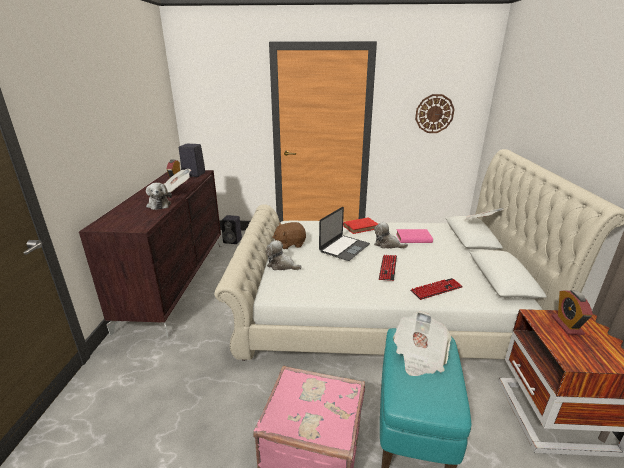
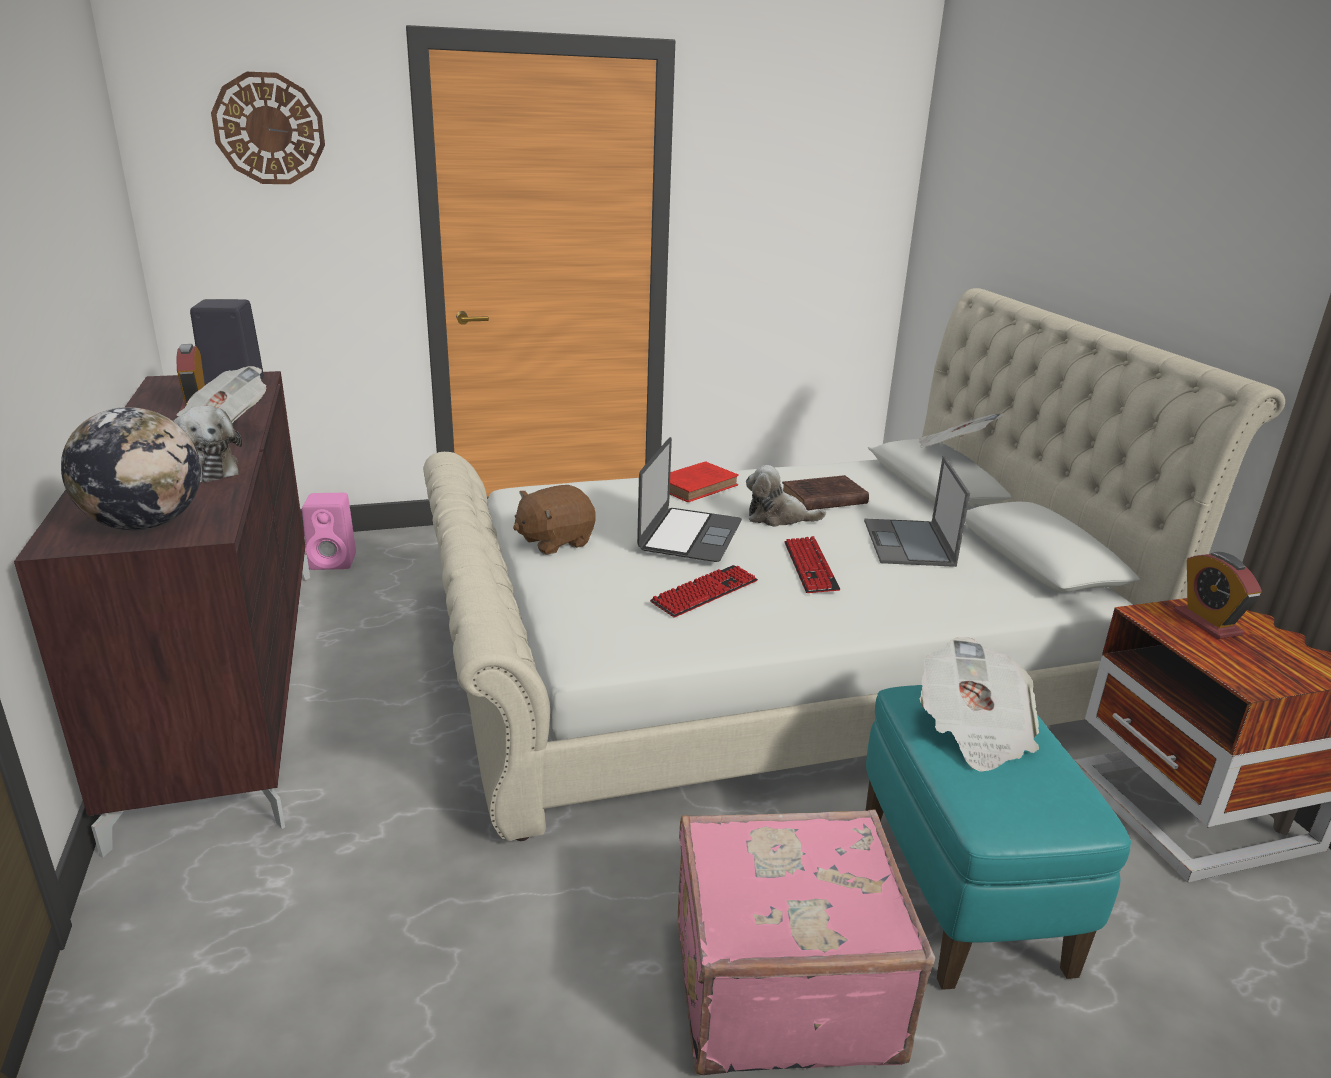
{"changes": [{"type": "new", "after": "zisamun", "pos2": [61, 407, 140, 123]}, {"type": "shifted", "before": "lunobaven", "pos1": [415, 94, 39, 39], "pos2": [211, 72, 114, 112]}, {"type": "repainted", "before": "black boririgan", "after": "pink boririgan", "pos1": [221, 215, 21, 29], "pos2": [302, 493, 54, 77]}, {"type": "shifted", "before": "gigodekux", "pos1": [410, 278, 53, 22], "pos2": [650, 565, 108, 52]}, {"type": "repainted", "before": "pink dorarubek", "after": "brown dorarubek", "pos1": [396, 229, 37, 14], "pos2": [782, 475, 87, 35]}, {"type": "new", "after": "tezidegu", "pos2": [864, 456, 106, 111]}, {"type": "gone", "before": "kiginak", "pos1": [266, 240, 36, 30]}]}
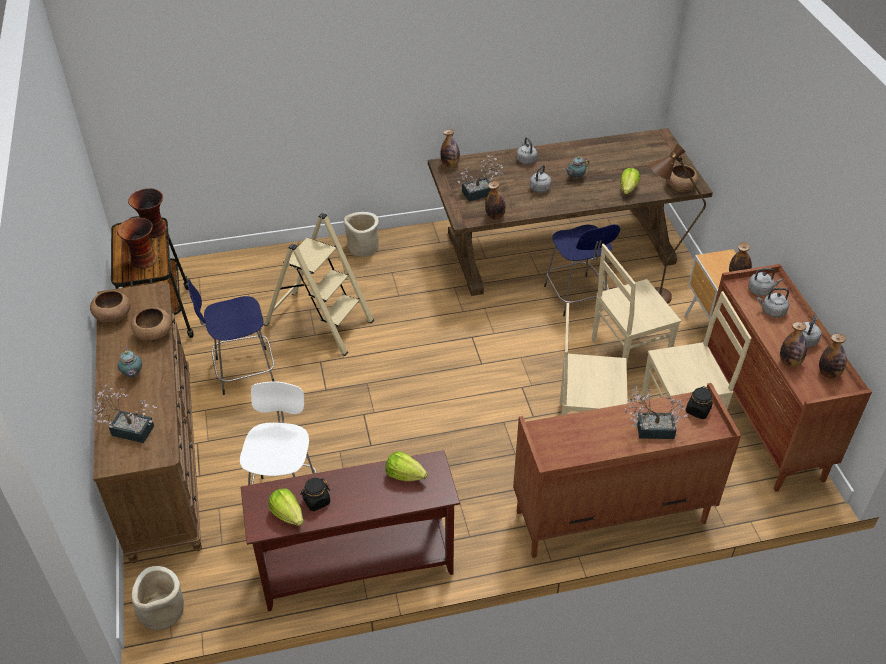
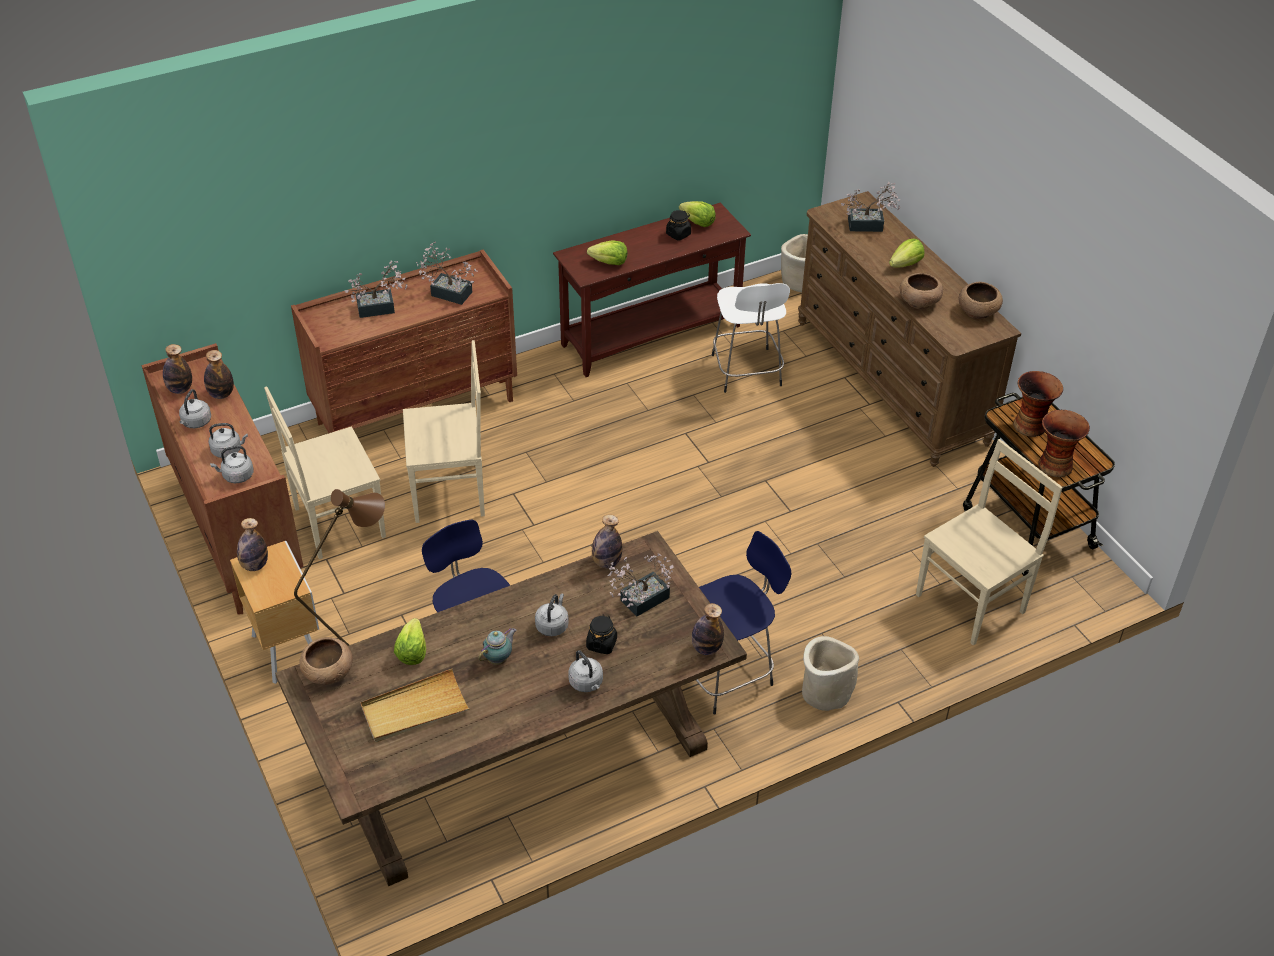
{"changes": [{"type": "new", "after": "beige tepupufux", "pos2": [360, 669, 110, 73]}, {"type": "new", "after": "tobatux", "pos2": [416, 242, 62, 63]}, {"type": "shifted", "before": "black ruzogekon", "pos1": [686, 386, 27, 33], "pos2": [586, 615, 31, 39]}, {"type": "shifted", "before": "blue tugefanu", "pos1": [188, 278, 86, 117], "pos2": [696, 531, 95, 184]}, {"type": "swapped", "before": "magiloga", "after": "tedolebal", "pos1": [118, 347, 24, 31], "pos2": [889, 239, 35, 29]}, {"type": "shifted", "before": "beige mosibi", "pos1": [592, 244, 89, 117], "pos2": [916, 439, 147, 207]}, {"type": "gone", "before": "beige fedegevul", "pos1": [264, 213, 110, 143]}]}
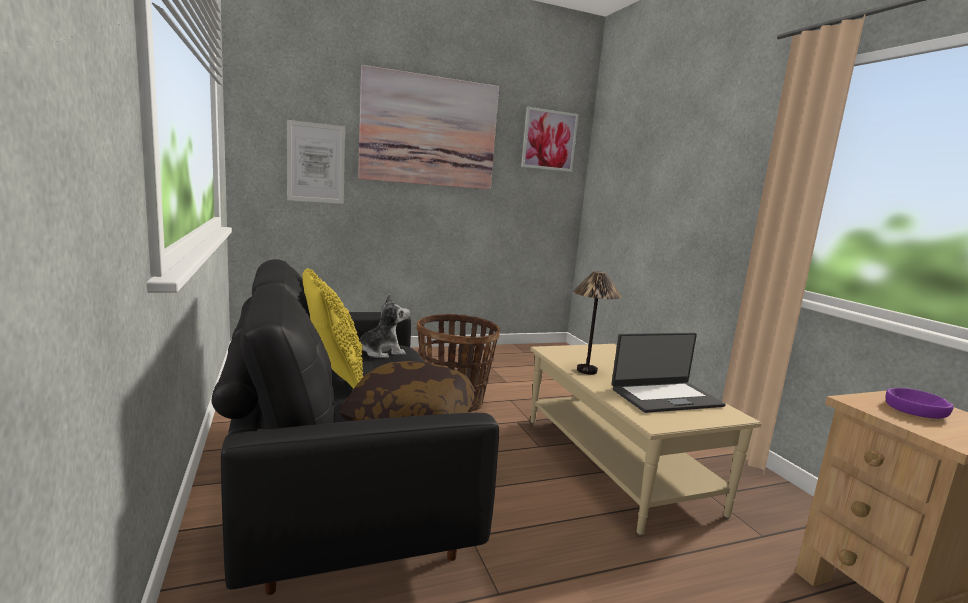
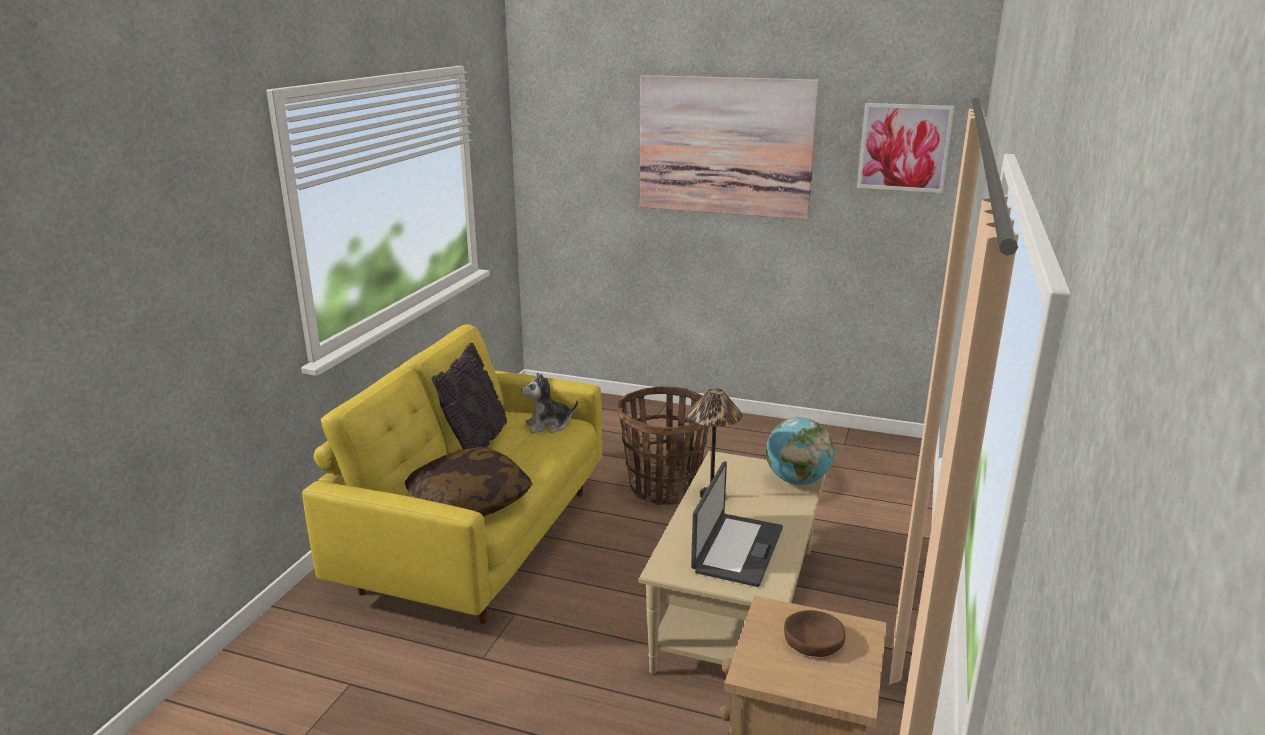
{"changes": [{"type": "repainted", "before": "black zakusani", "after": "yellow zakusani", "pos1": [212, 259, 287, 336], "pos2": [302, 324, 300, 300]}, {"type": "repainted", "before": "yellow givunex", "after": "black givunex", "pos1": [302, 268, 61, 121], "pos2": [431, 343, 76, 107]}, {"type": "rotated", "before": "kiginak", "pos1": [359, 294, 51, 64], "pos2": [521, 372, 57, 61], "turn": 150}, {"type": "rotated", "before": "tezidegu", "pos1": [611, 333, 115, 80], "pos2": [691, 461, 92, 126], "turn": -90}, {"type": "new", "after": "zisamun", "pos2": [766, 417, 68, 68]}, {"type": "repainted", "before": "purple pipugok", "after": "brown pipugok", "pos1": [886, 388, 68, 31], "pos2": [784, 610, 61, 47]}, {"type": "gone", "before": "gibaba", "pos1": [287, 120, 58, 84]}]}
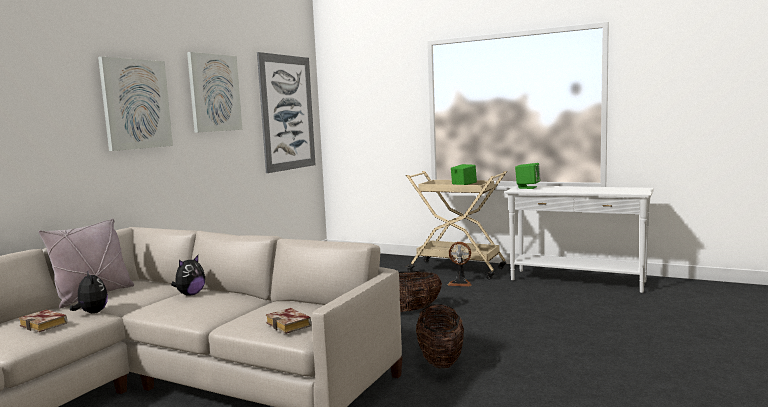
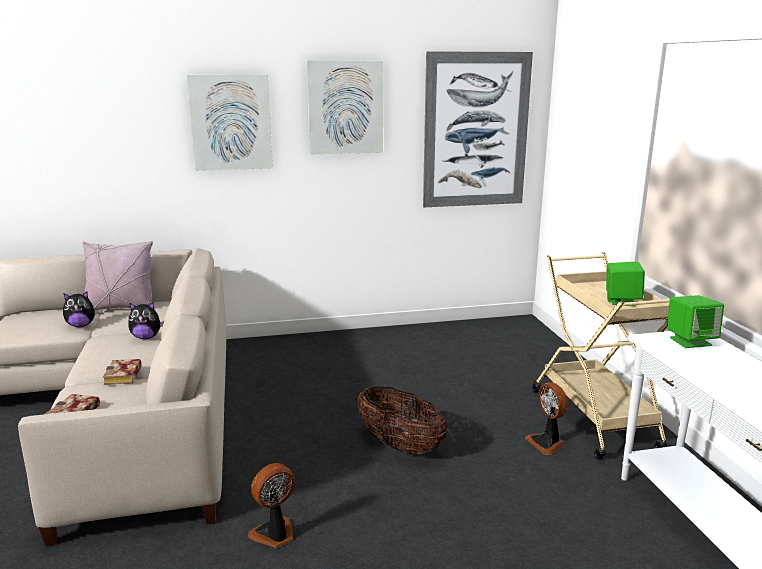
{"changes": [{"type": "rotated", "before": "kiginak", "pos1": [70, 272, 38, 41], "pos2": [63, 291, 35, 36], "turn": 60}, {"type": "shifted", "before": "dorarubek", "pos1": [19, 309, 48, 23], "pos2": [103, 359, 38, 26]}, {"type": "swapped", "before": "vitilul", "after": "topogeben", "pos1": [416, 304, 48, 64], "pos2": [248, 463, 47, 85]}]}
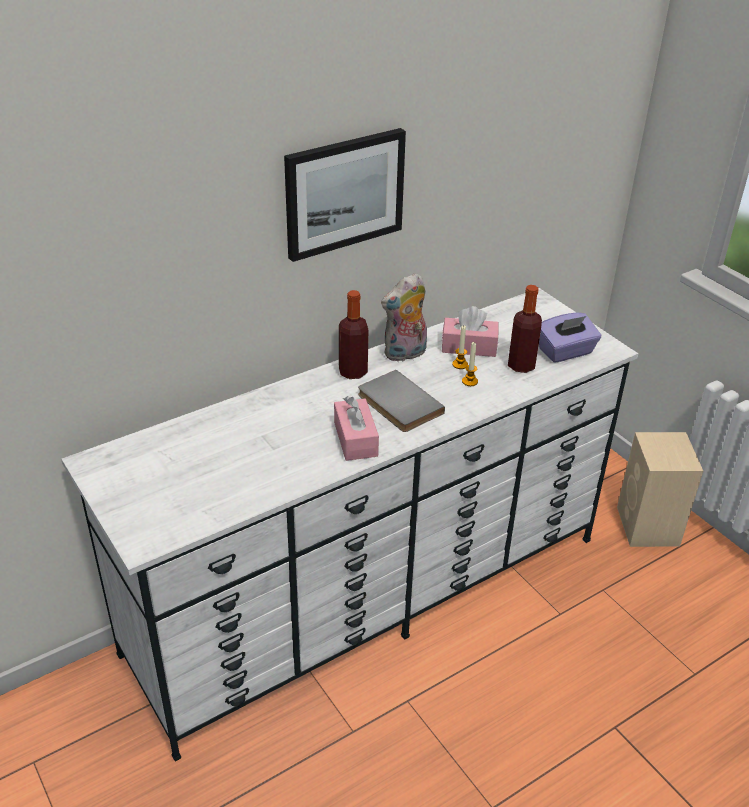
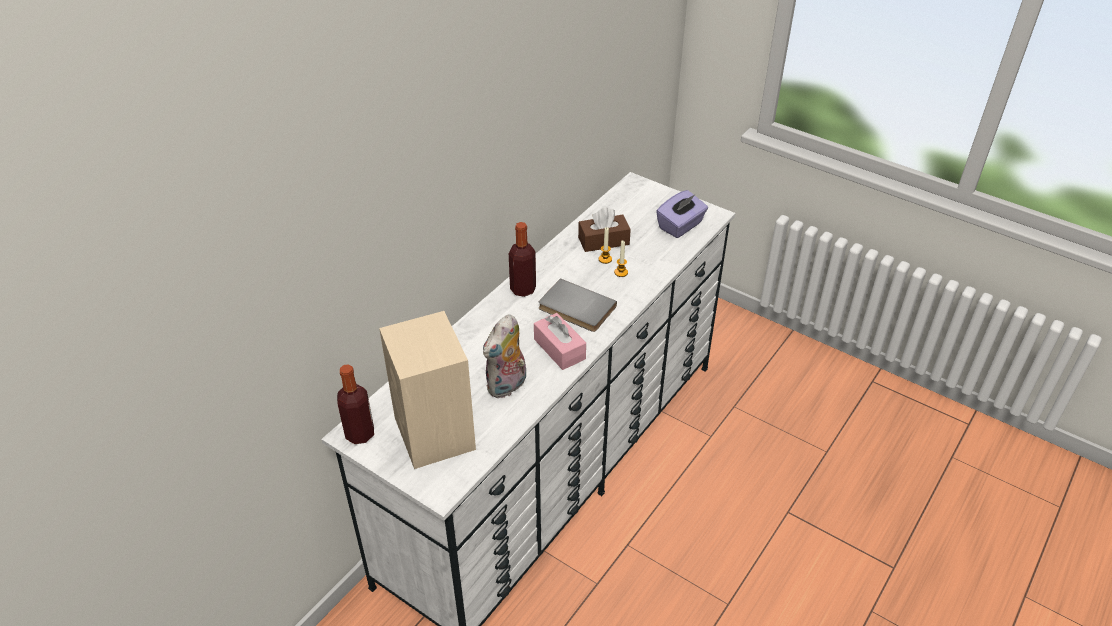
{"changes": [{"type": "shifted", "before": "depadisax", "pos1": [508, 285, 34, 88], "pos2": [337, 364, 37, 80]}, {"type": "shifted", "before": "beige boririgan", "pos1": [617, 432, 86, 115], "pos2": [379, 311, 97, 158]}, {"type": "shifted", "before": "kiginak", "pos1": [381, 273, 46, 89], "pos2": [483, 314, 43, 84]}, {"type": "repainted", "before": "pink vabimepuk", "after": "brown vabimepuk", "pos1": [442, 306, 57, 51], "pos2": [578, 207, 53, 45]}, {"type": "gone", "before": "gibaba", "pos1": [284, 128, 122, 134]}]}
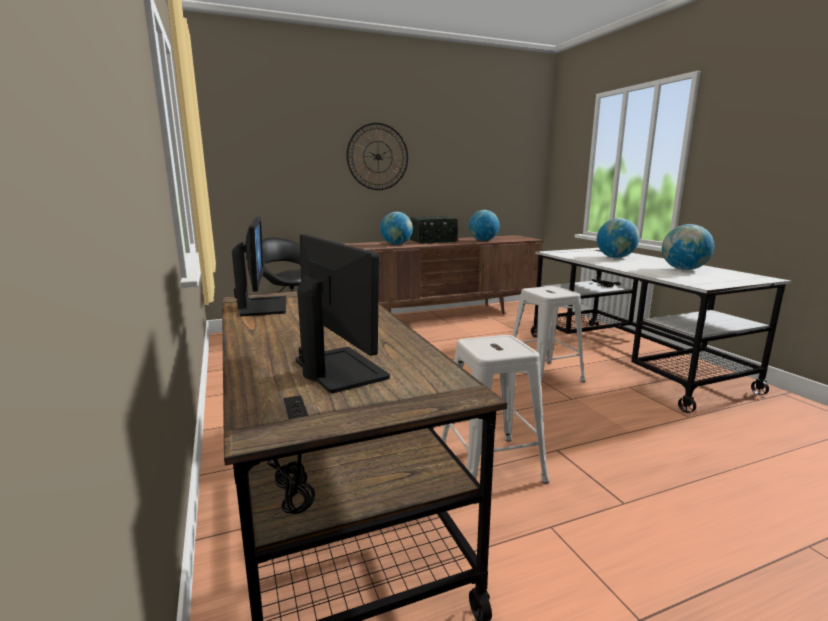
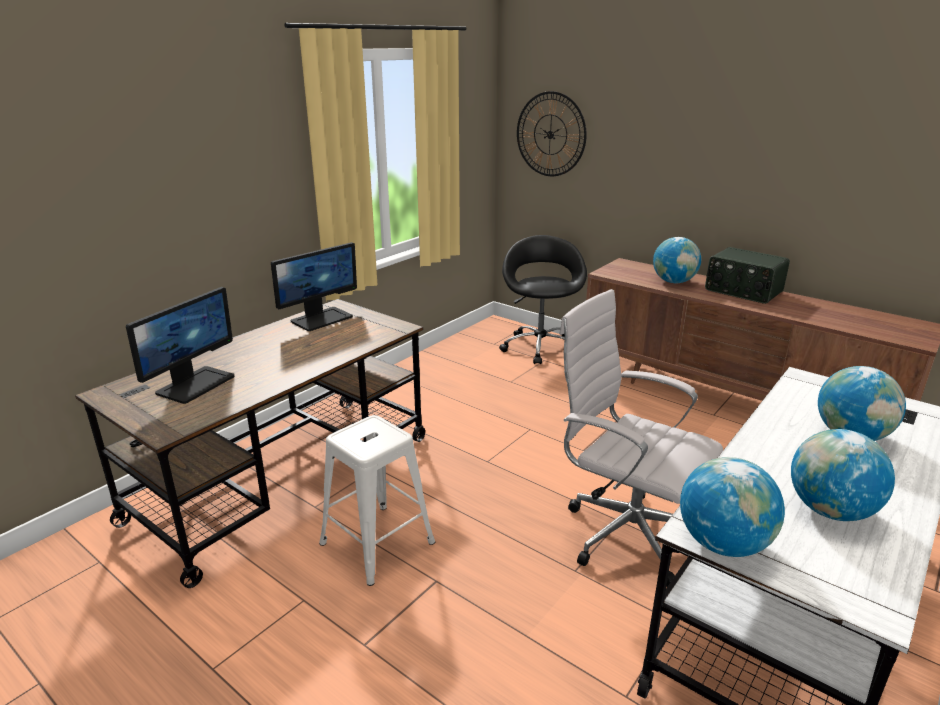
{"changes": [{"type": "shifted", "before": "lunobaven", "pos1": [347, 123, 61, 67], "pos2": [517, 91, 70, 85]}, {"type": "swapped", "before": "white tugefanu", "after": "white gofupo", "pos1": [513, 286, 73, 99], "pos2": [559, 289, 164, 298]}, {"type": "shifted", "before": "zisamun", "pos1": [468, 210, 31, 31], "pos2": [680, 457, 105, 100]}]}
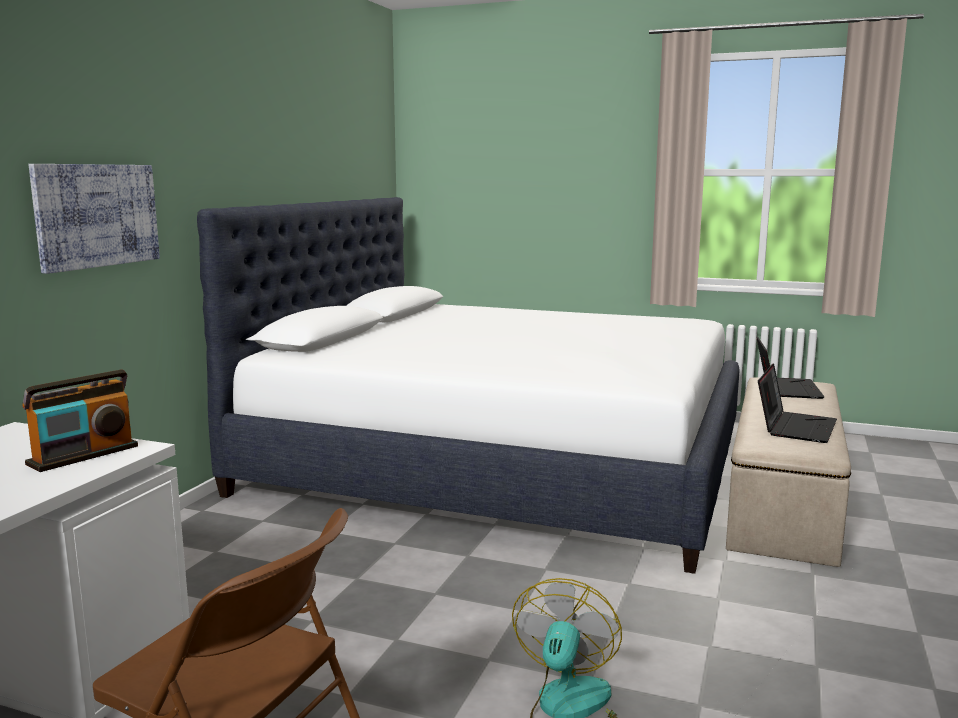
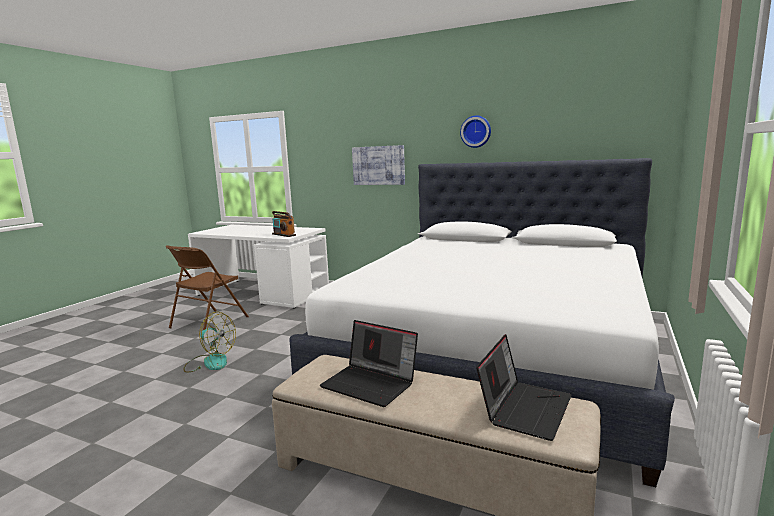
{"changes": [{"type": "new", "after": "lunobaven", "pos2": [460, 115, 31, 33]}, {"type": "rotated", "before": "tezidegu", "pos1": [756, 336, 68, 63], "pos2": [476, 334, 95, 107], "turn": -75}]}
